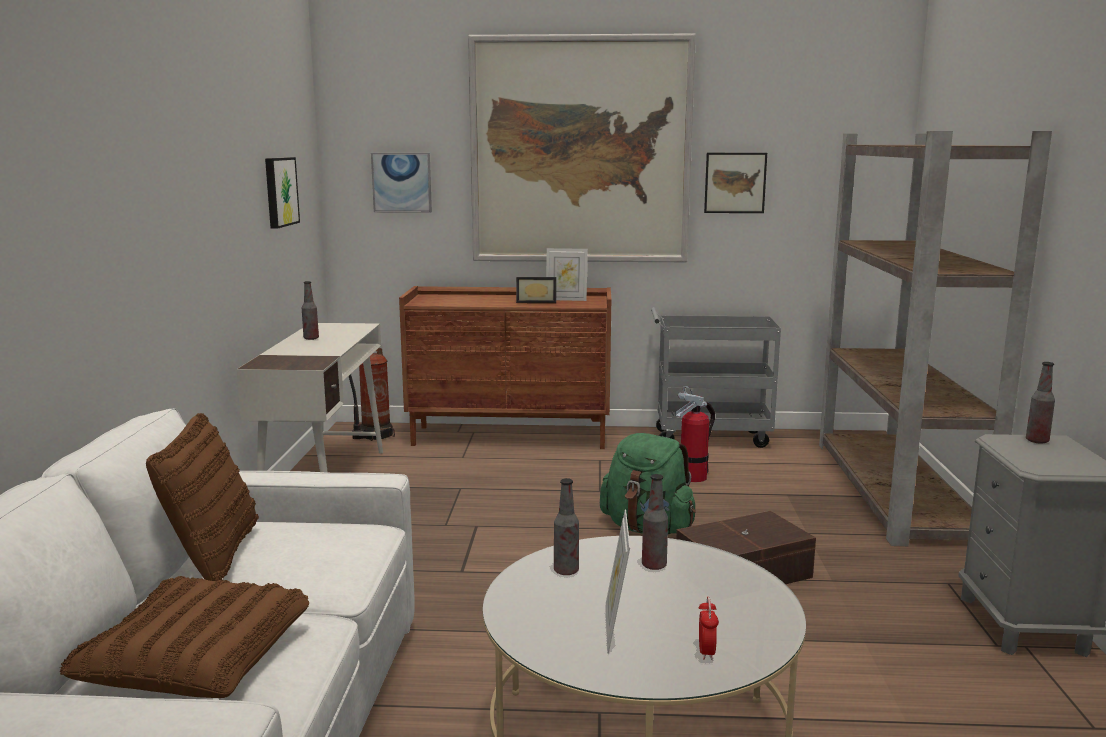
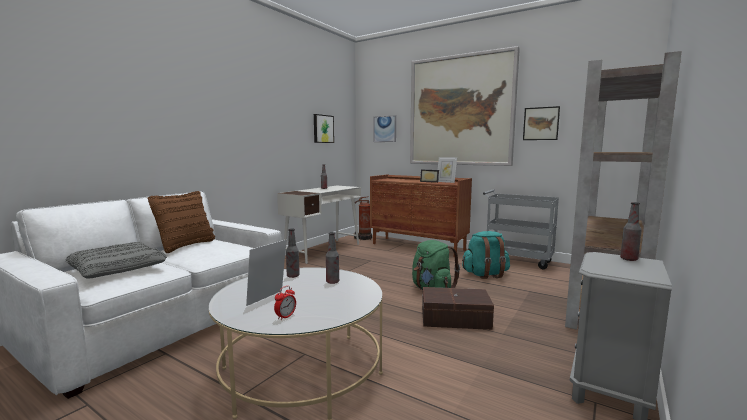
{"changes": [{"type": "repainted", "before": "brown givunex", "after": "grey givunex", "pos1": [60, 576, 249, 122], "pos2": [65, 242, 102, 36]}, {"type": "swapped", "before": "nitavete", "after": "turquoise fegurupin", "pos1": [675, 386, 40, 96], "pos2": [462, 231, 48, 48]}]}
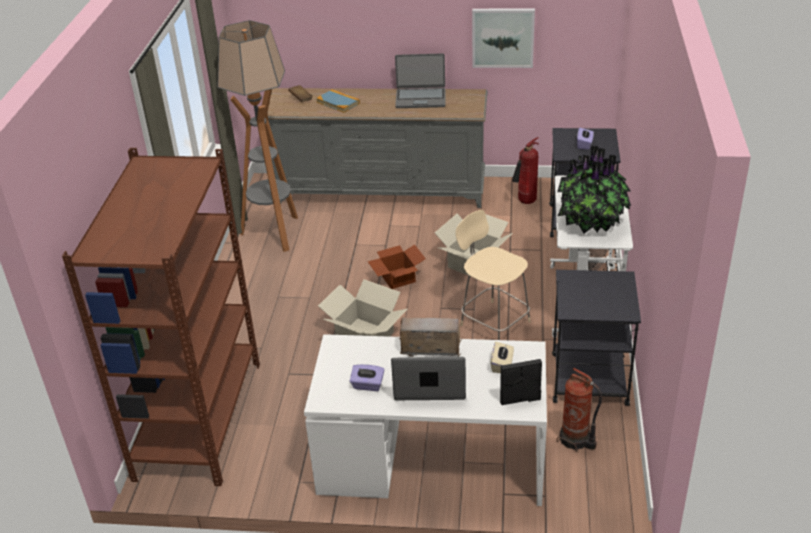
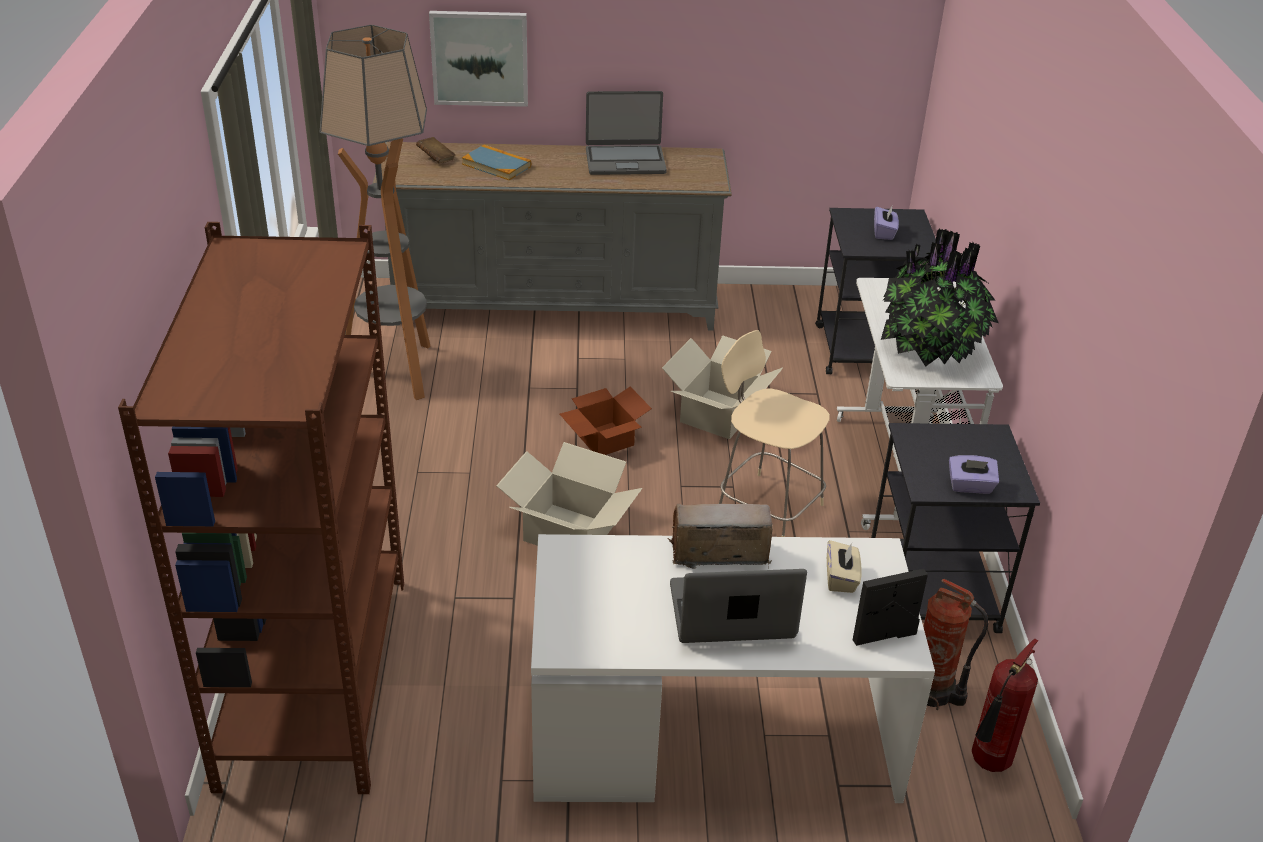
{"changes": [{"type": "shifted", "before": "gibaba", "pos1": [472, 9, 63, 59], "pos2": [429, 11, 99, 96]}, {"type": "shifted", "before": "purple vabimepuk", "pos1": [350, 364, 34, 27], "pos2": [949, 455, 50, 39]}, {"type": "shifted", "before": "nitavete", "pos1": [512, 137, 27, 67], "pos2": [972, 638, 66, 134]}]}
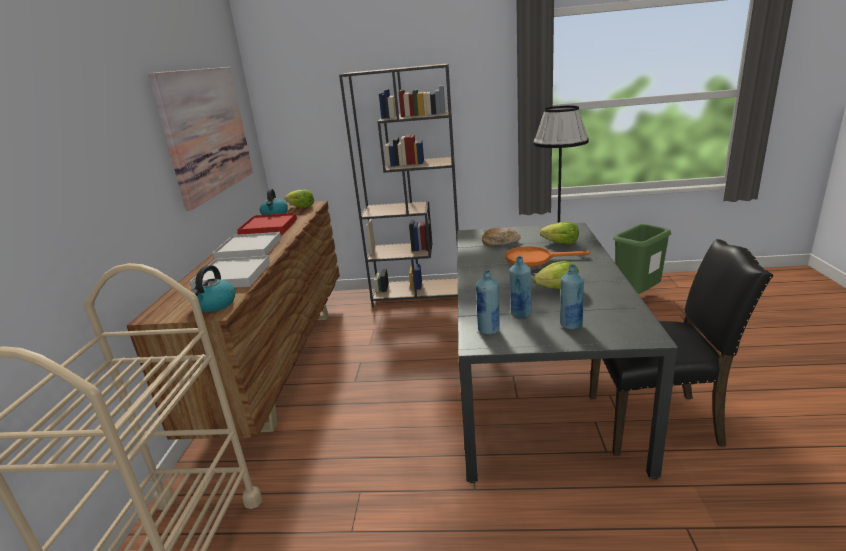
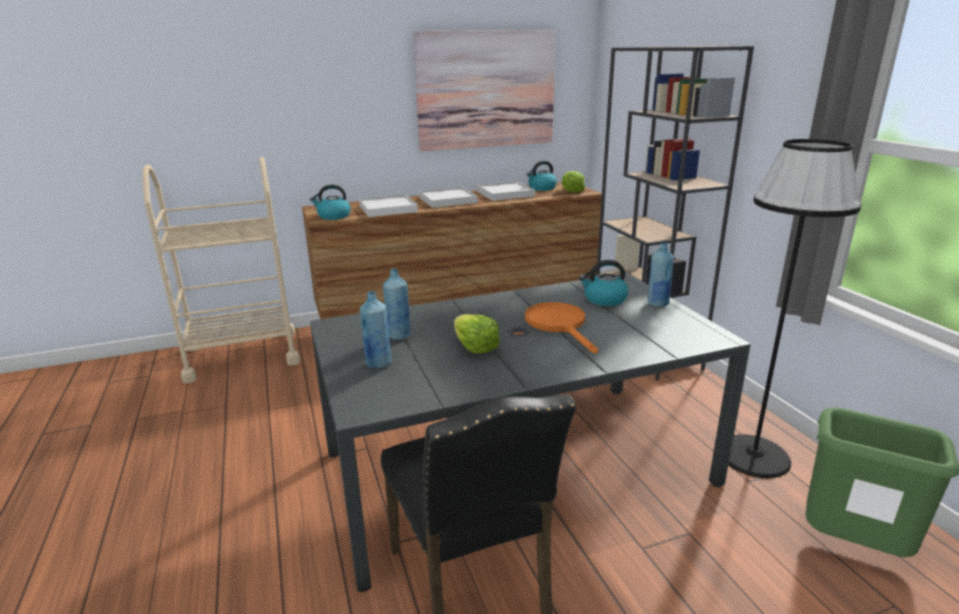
{"changes": [{"type": "repainted", "before": "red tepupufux", "after": "white tepupufux", "pos1": [237, 213, 60, 22], "pos2": [477, 181, 58, 20]}, {"type": "swapped", "before": "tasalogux", "after": "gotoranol", "pos1": [482, 227, 38, 19], "pos2": [579, 260, 50, 46]}, {"type": "shifted", "before": "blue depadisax", "pos1": [476, 270, 24, 65], "pos2": [647, 243, 27, 64]}, {"type": "gone", "before": "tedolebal", "pos1": [540, 222, 39, 23]}]}
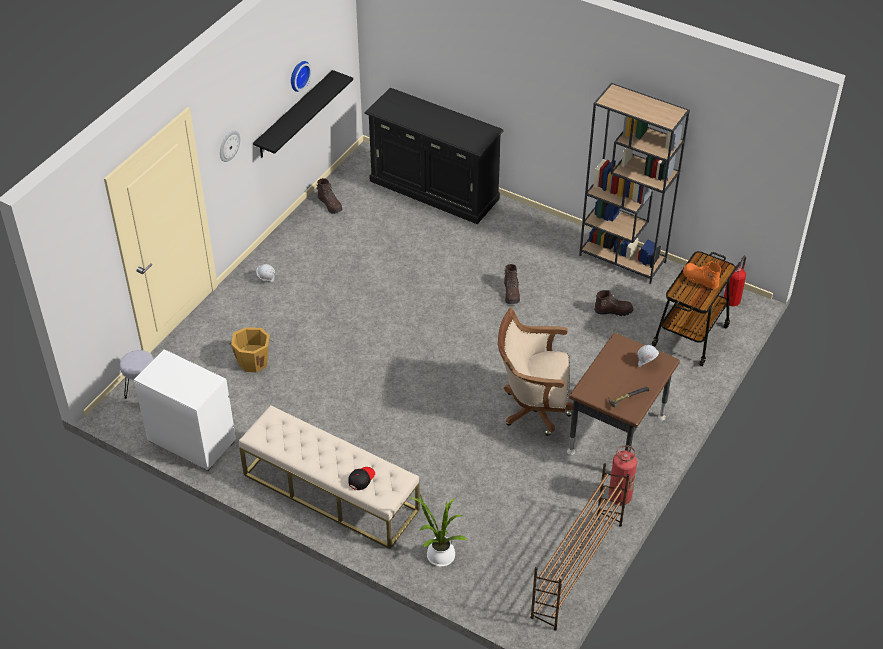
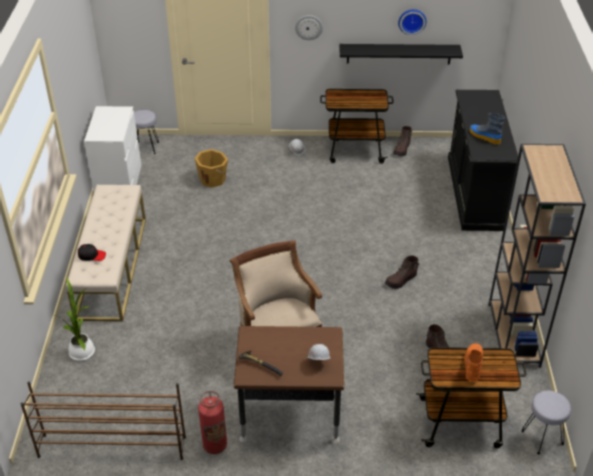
{"changes": [{"type": "new", "after": "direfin", "pos2": [320, 89, 74, 74]}, {"type": "new", "after": "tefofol", "pos2": [470, 113, 35, 32]}, {"type": "swapped", "before": "nitavete", "after": "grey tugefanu", "pos1": [724, 255, 22, 52], "pos2": [521, 391, 50, 63]}]}
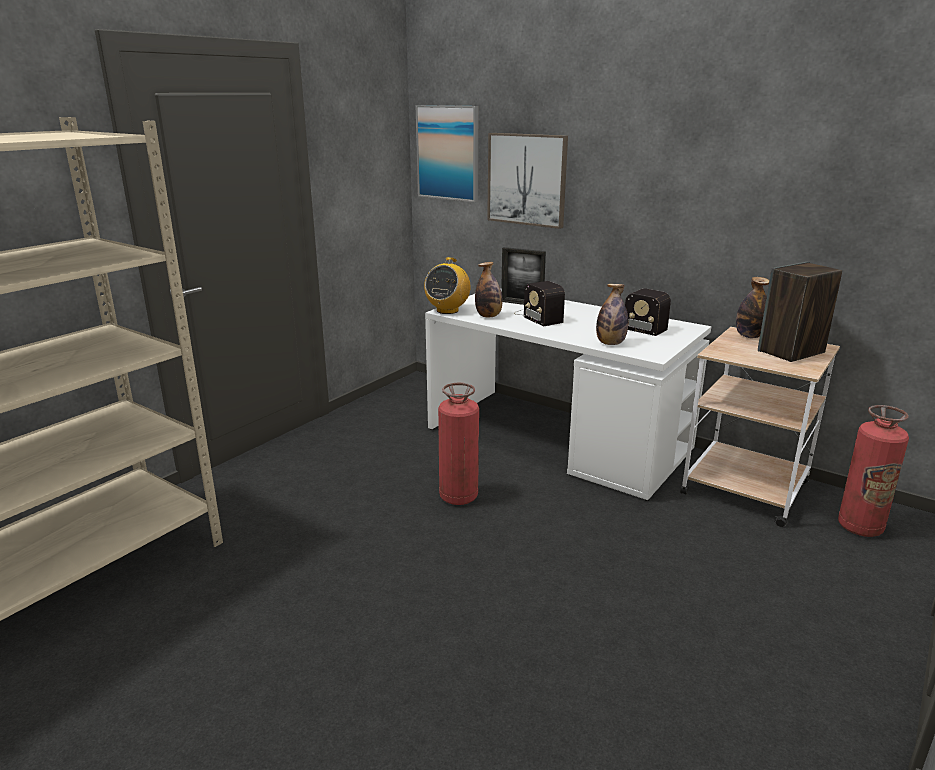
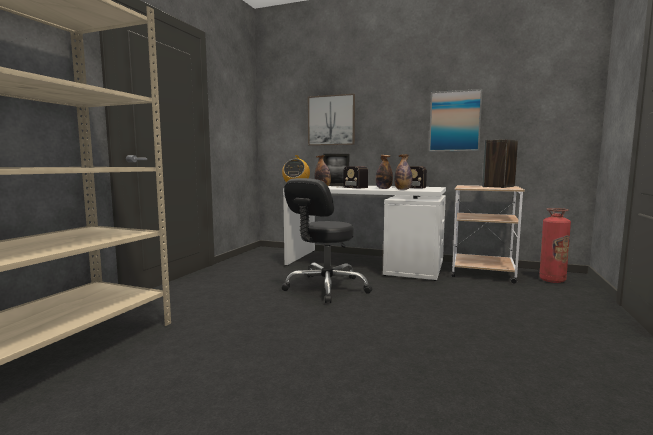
{"changes": [{"type": "swapped", "before": "nitavete", "after": "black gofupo", "pos1": [438, 383, 41, 122], "pos2": [282, 178, 91, 125]}, {"type": "shifted", "before": "depadisax", "pos1": [736, 277, 33, 61], "pos2": [376, 155, 17, 34]}, {"type": "shifted", "before": "gibaba", "pos1": [416, 105, 63, 97], "pos2": [429, 89, 53, 62]}]}
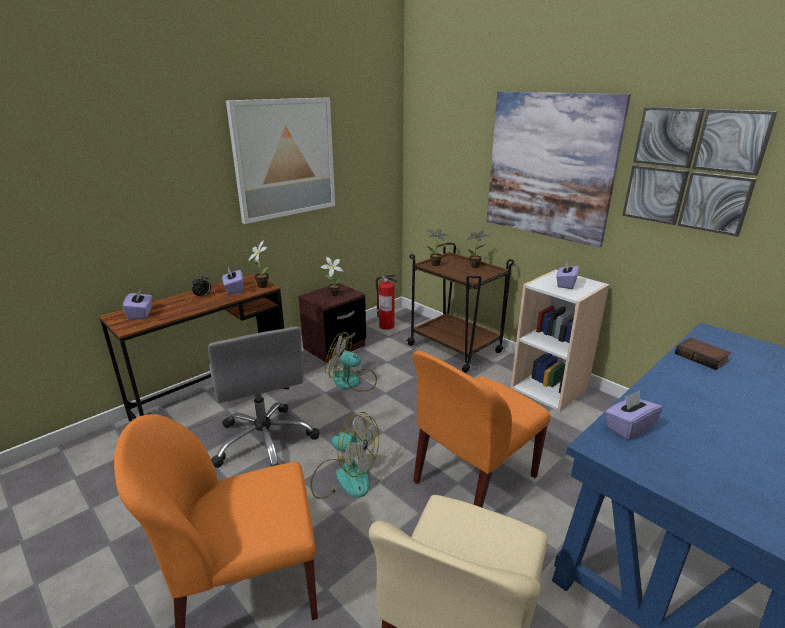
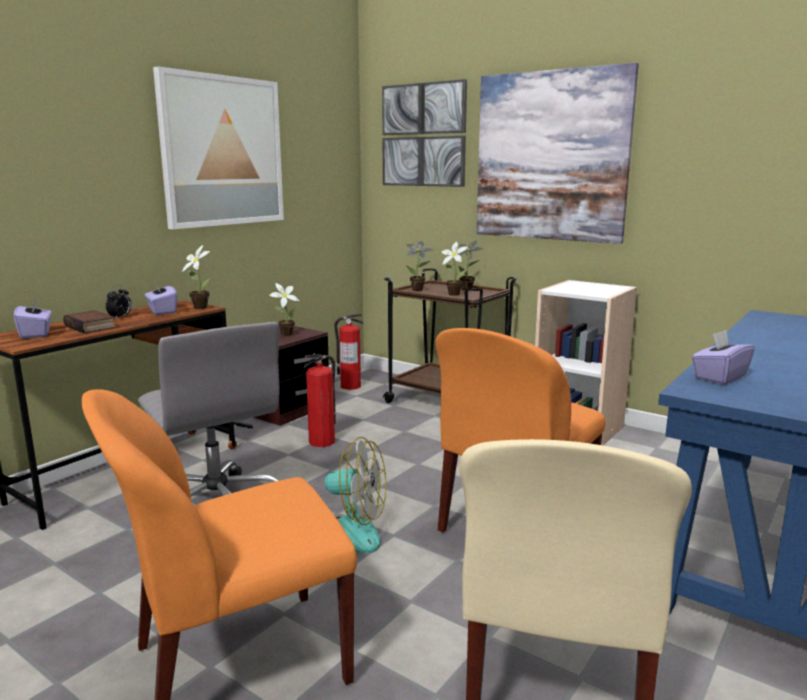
{"changes": [{"type": "shifted", "before": "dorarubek", "pos1": [675, 337, 56, 33], "pos2": [63, 310, 53, 23]}, {"type": "swapped", "before": "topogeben", "after": "nitavete", "pos1": [325, 332, 52, 60], "pos2": [304, 354, 32, 93]}, {"type": "shifted", "before": "gibaba", "pos1": [622, 107, 156, 129], "pos2": [382, 79, 85, 108]}, {"type": "new", "after": "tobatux", "pos2": [442, 242, 26, 54]}, {"type": "gone", "before": "purple vabimepuk", "pos1": [556, 260, 23, 29]}]}
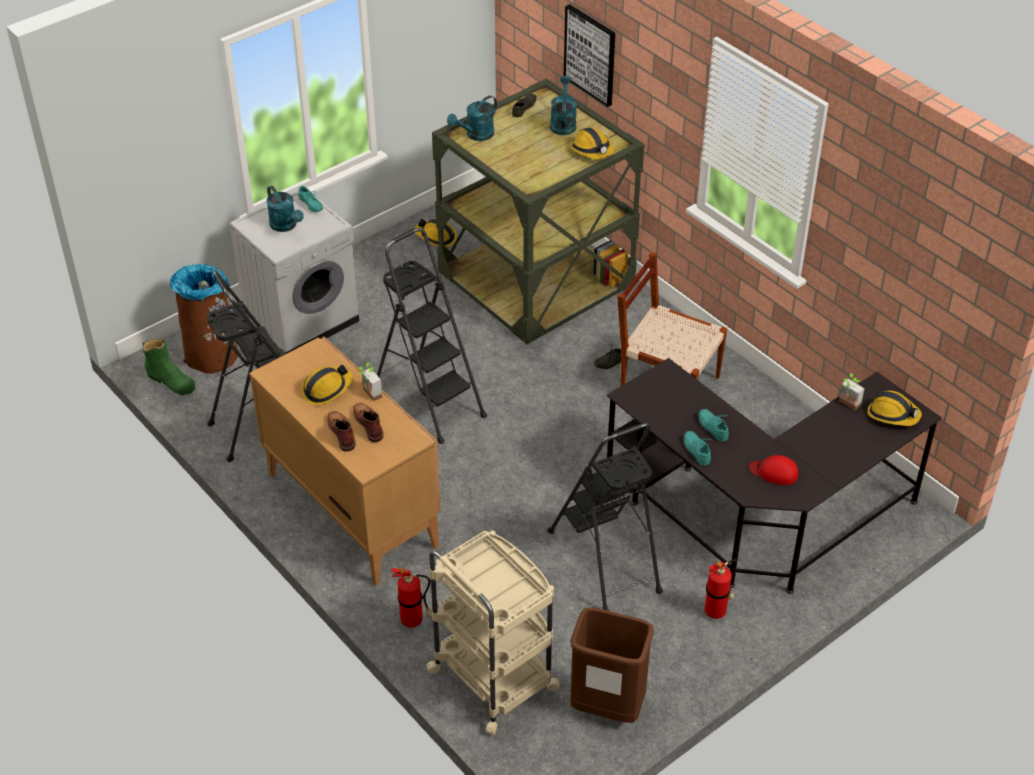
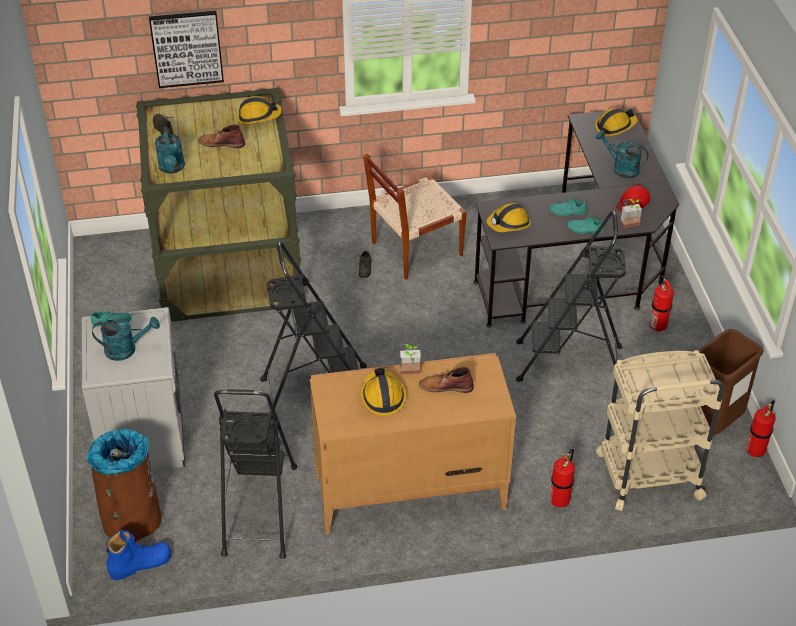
{"changes": [{"type": "repainted", "before": "green tefofol", "after": "blue tefofol", "pos1": [142, 339, 53, 56], "pos2": [106, 530, 65, 50]}, {"type": "shifted", "before": "brown tefofol", "pos1": [327, 411, 29, 41], "pos2": [198, 124, 47, 24]}, {"type": "shifted", "before": "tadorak", "pos1": [415, 219, 42, 28], "pos2": [487, 203, 44, 29]}, {"type": "shifted", "before": "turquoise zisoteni", "pos1": [550, 76, 27, 59], "pos2": [595, 130, 54, 48]}, {"type": "shifted", "before": "tobatux", "pos1": [839, 373, 26, 37], "pos2": [620, 199, 22, 29]}, {"type": "new", "after": "nitavete", "pos2": [746, 400, 29, 57]}]}
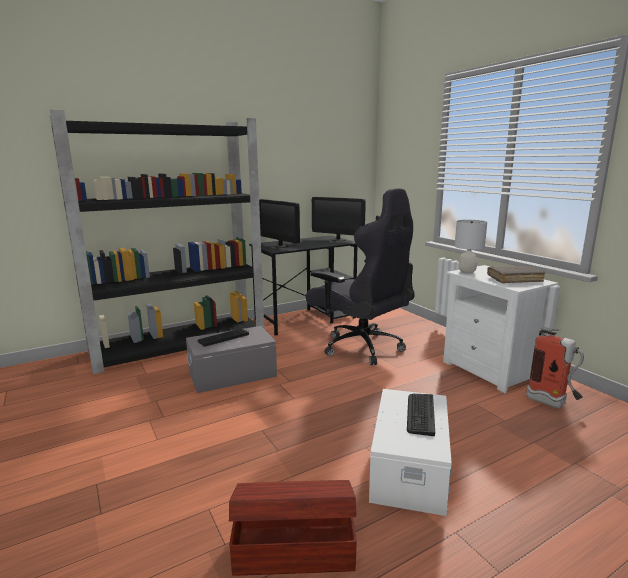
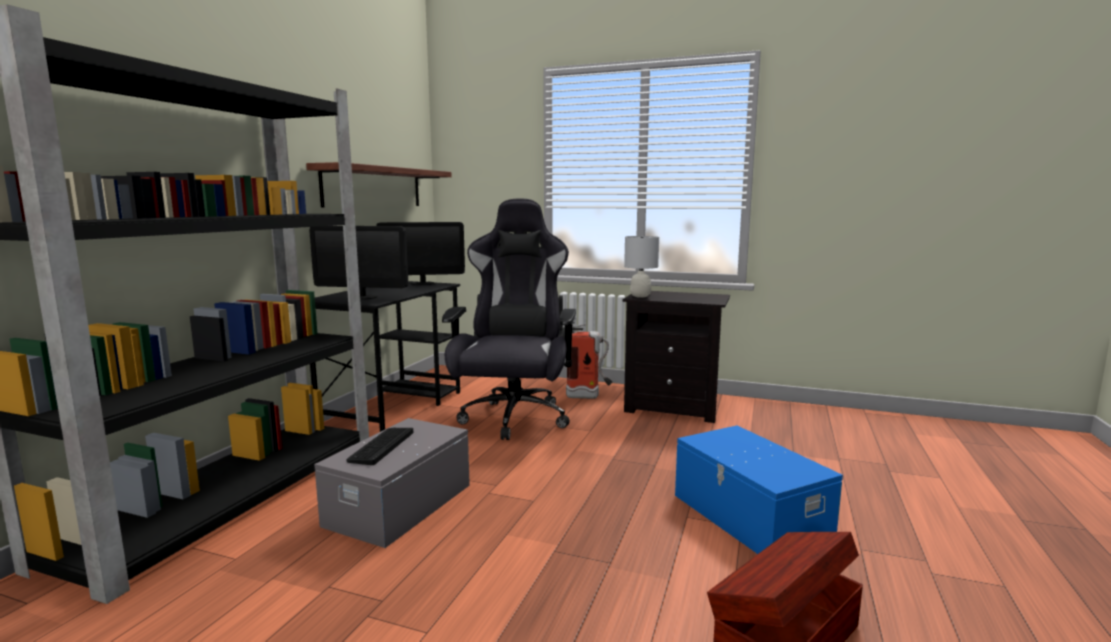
{"changes": [{"type": "new", "after": "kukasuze", "pos2": [306, 162, 146, 45]}, {"type": "rotated", "before": "black gofupo", "pos1": [306, 188, 109, 177], "pos2": [442, 199, 134, 241], "turn": -90}, {"type": "shifted", "before": "nitavete", "pos1": [526, 327, 58, 81], "pos2": [566, 324, 47, 75]}, {"type": "repainted", "before": "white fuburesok", "after": "black fuburesok", "pos1": [443, 265, 115, 128], "pos2": [622, 291, 108, 132]}, {"type": "repainted", "before": "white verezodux", "after": "blue verezodux", "pos1": [369, 389, 83, 127], "pos2": [675, 425, 168, 129]}, {"type": "gone", "before": "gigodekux", "pos1": [407, 394, 28, 42]}, {"type": "gone", "before": "brown dorarubek", "pos1": [487, 266, 58, 17]}]}
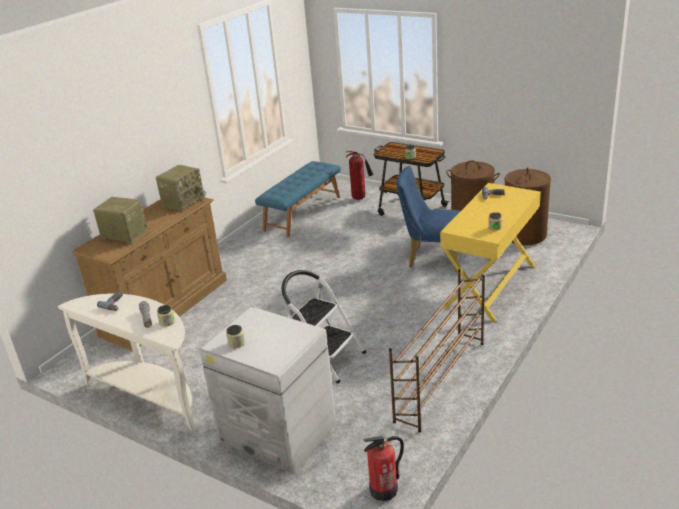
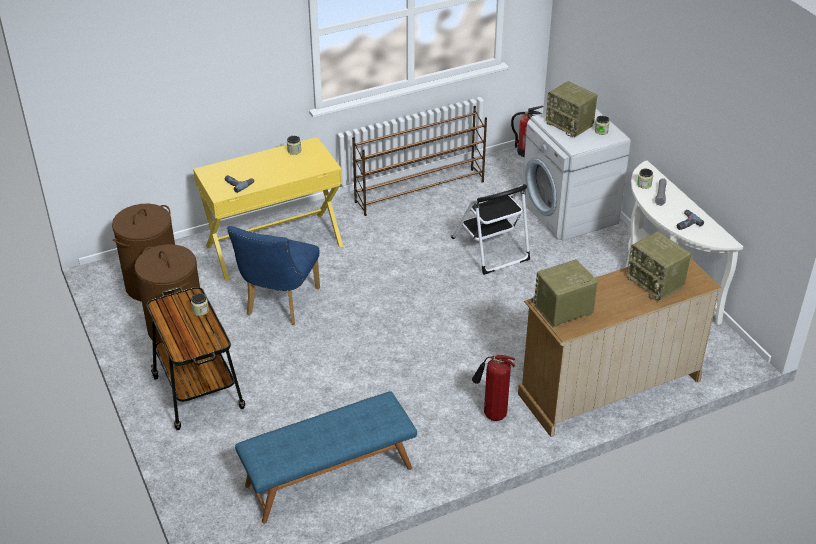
{"changes": [{"type": "rotated", "before": "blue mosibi", "pos1": [396, 166, 64, 106], "pos2": [227, 226, 93, 99], "turn": 60}, {"type": "shifted", "before": "nitavete", "pos1": [346, 151, 27, 49], "pos2": [472, 355, 43, 66]}, {"type": "new", "after": "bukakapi", "pos2": [546, 81, 52, 56]}]}
